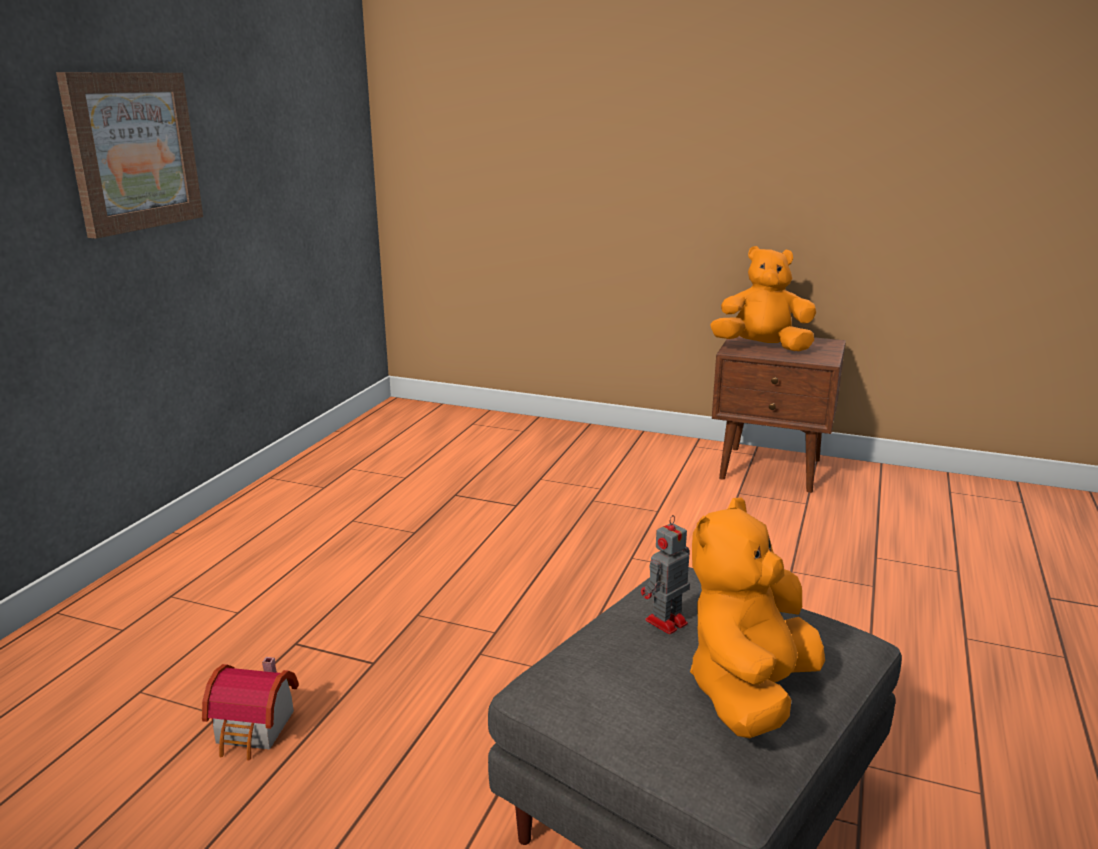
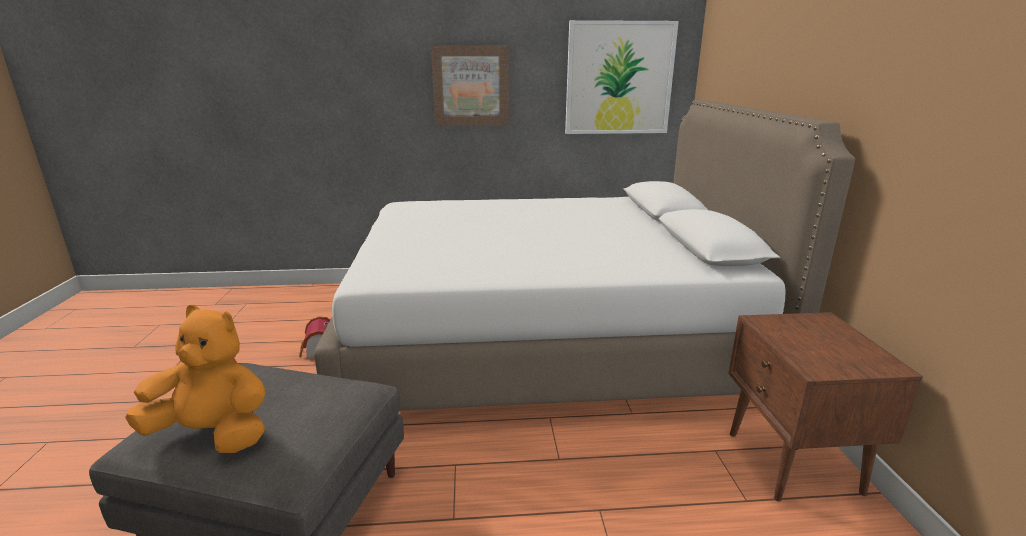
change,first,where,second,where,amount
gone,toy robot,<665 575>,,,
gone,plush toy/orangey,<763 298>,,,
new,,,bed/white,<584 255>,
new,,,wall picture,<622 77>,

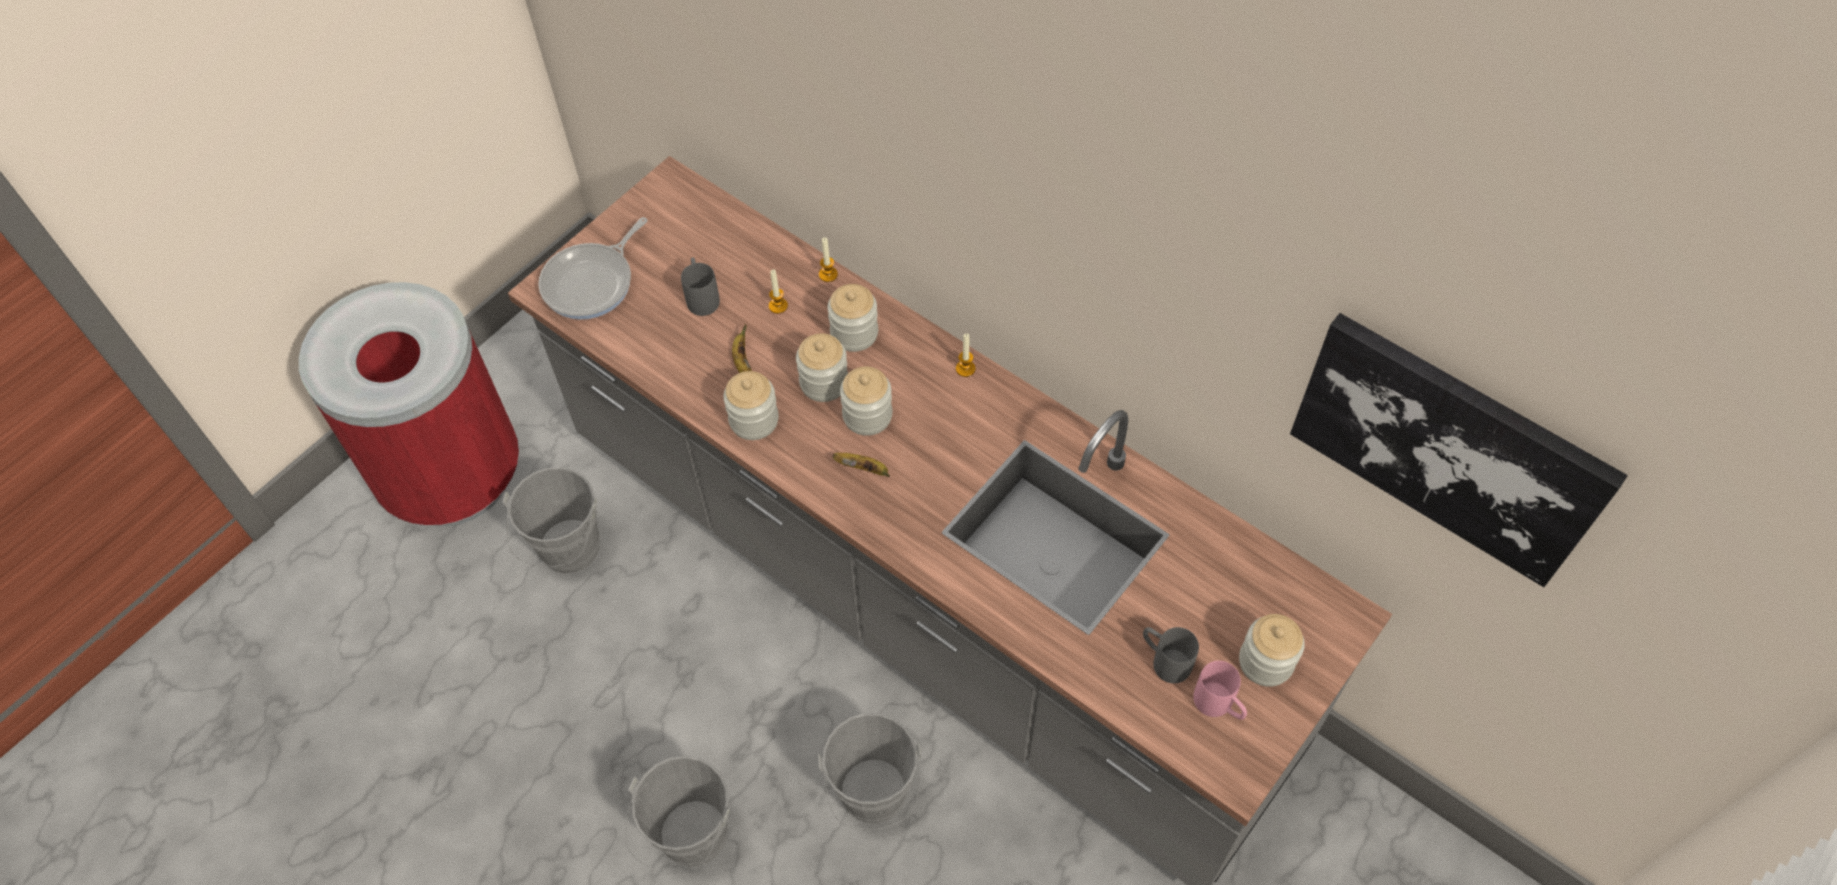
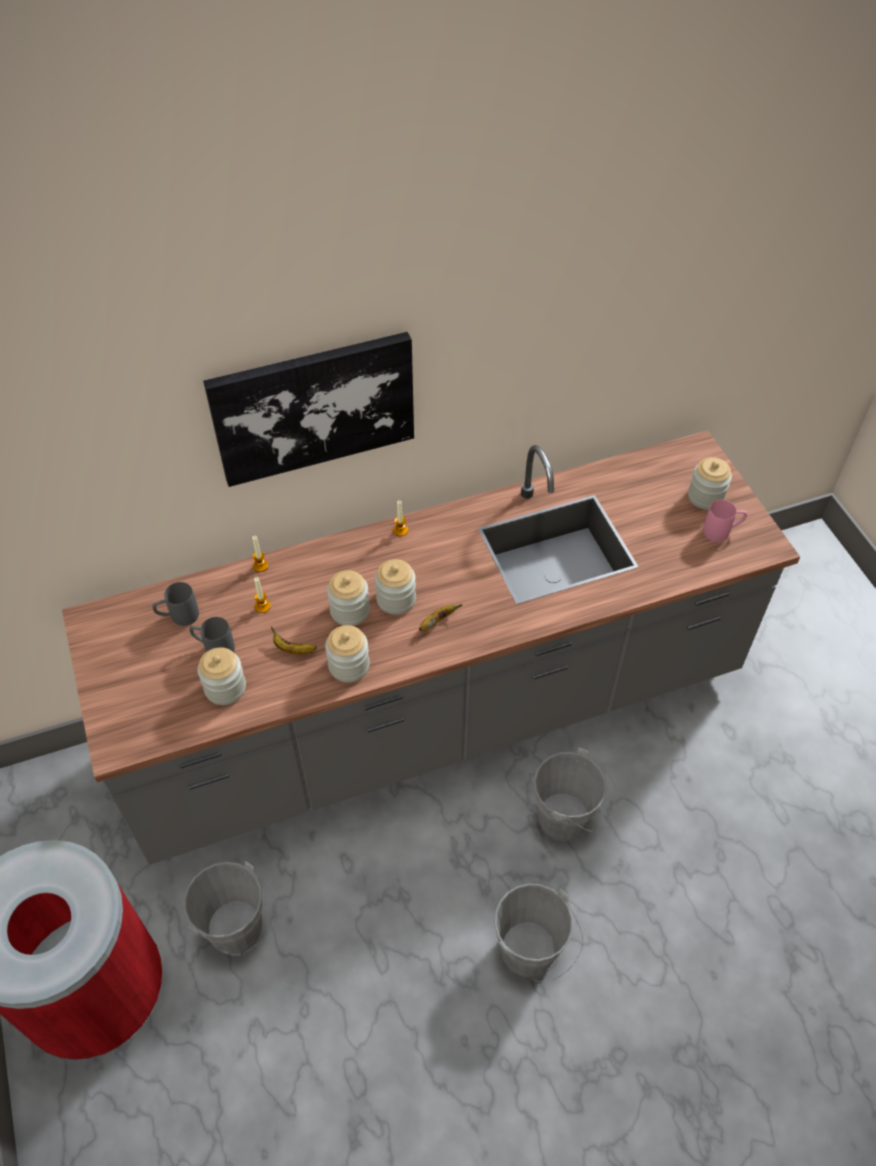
change,first,where,second,where,amount
gone,frying pan,<592 268>,,,
shifted,preserve jar,<852 318>,,<222 676>,
shifted,tea mug/greyish,<1171 655>,,<175 604>,
shifted,wall picture,<1459 450>,,<308 409>,

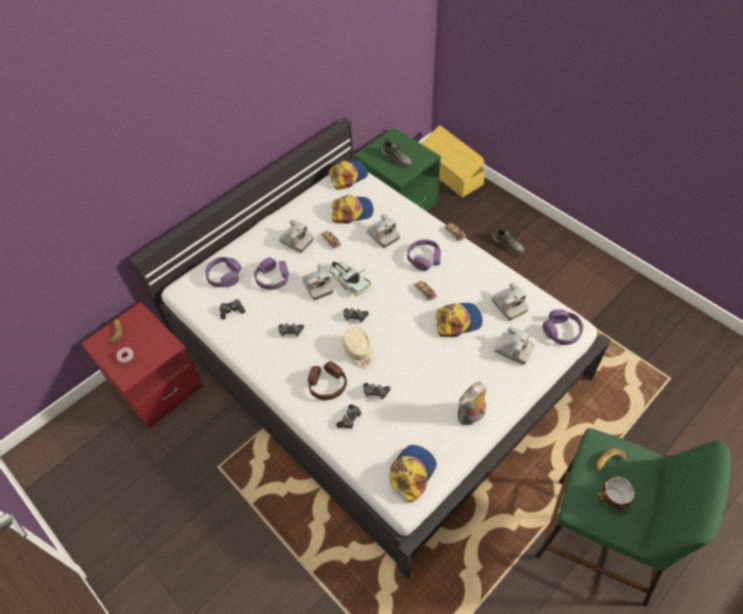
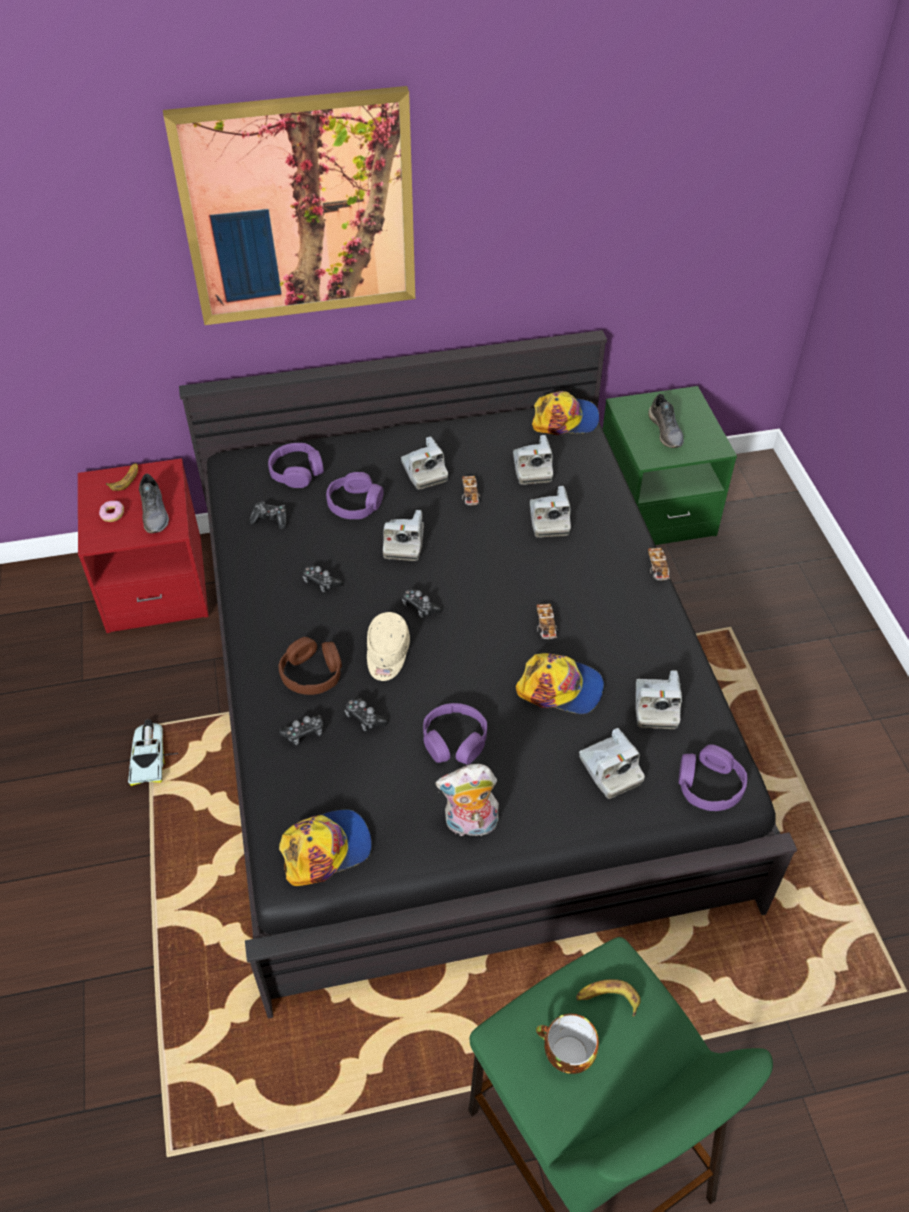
change,first,where,second,where,amount
repainted,bed/white,<370 348>,bed/black-coloured,<488 674>,
shifted,miniature car,<350 279>,,<153 752>,
swapped,cap,<352 209>,still camera,<533 460>,
shifted,pair of headphones/purplish,<424 255>,,<455 733>,
gone,storage bin/yellowish,<453 161>,,,
shifted,low shoe/greyish,<508 240>,,<154 503>,
new,,,wall picture,<289 205>,

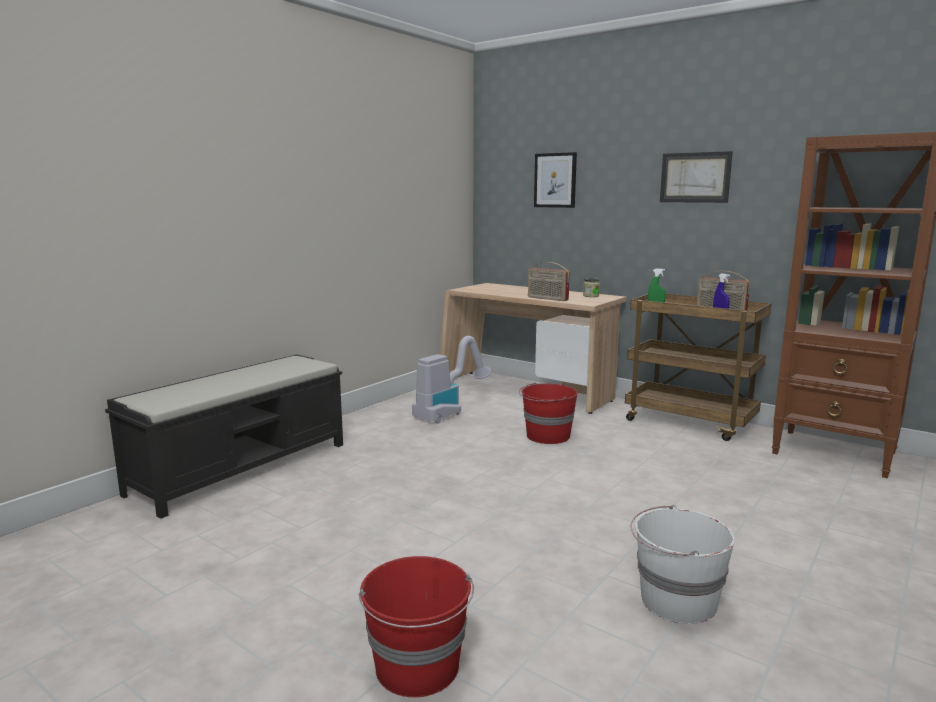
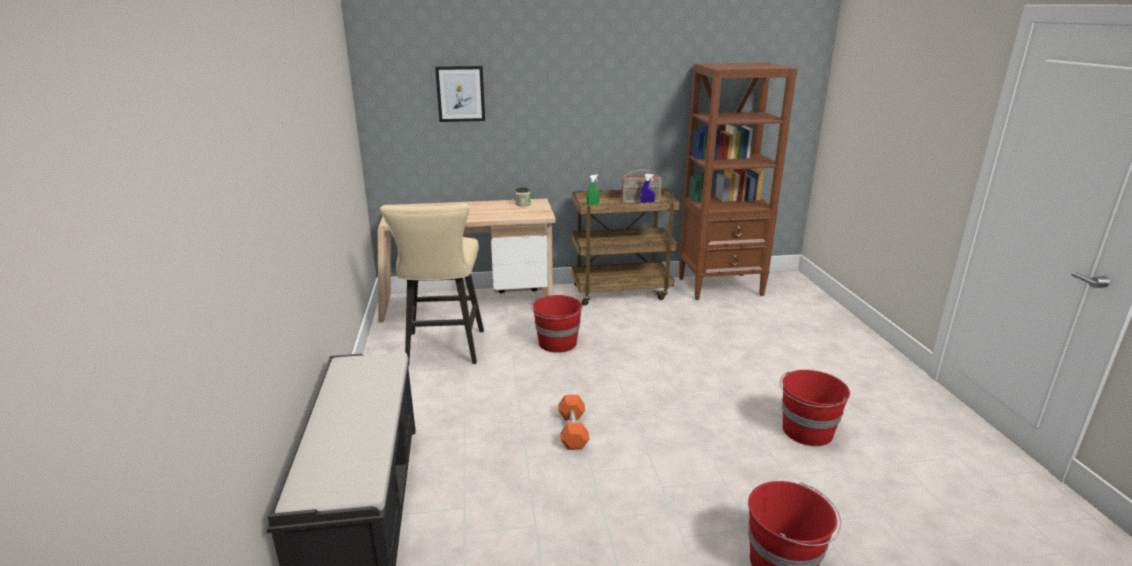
change,first,where,second,where,amount
swapped,vacuum,<451 380>,sitting stool/beige-coloured,<432 283>,
gone,radio receiver,<549 281>,,,
repainted,bucket/white,<683 564>,bucket/red,<815 408>,
gone,wall picture,<696 177>,,,
new,,,dumbbell/orangey,<574 422>,

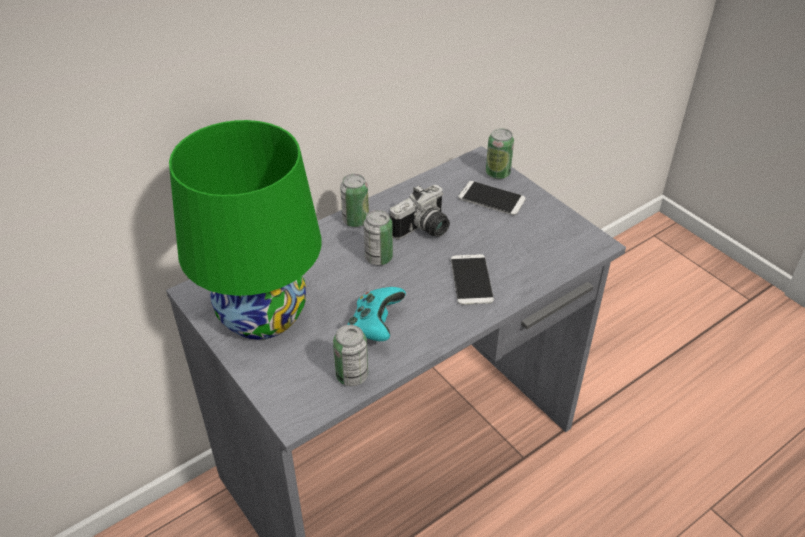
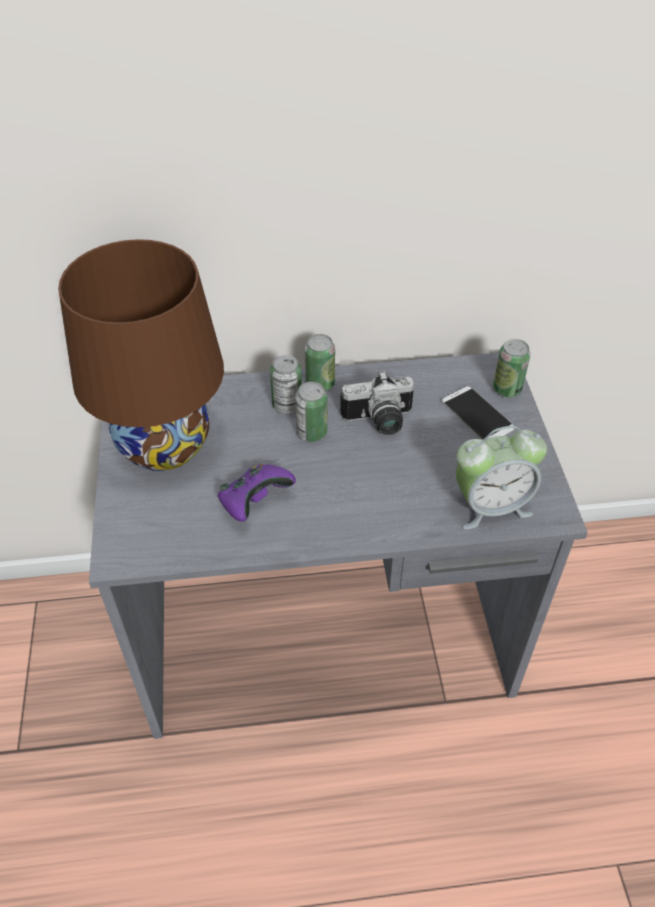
change,first,where,second,where,amount
repainted,table lamp/green-coloured,<245 230>,table lamp/brown-coloured,<141 355>,
shifted,can,<350 355>,,<286 384>,
repainted,game controller/turquoise,<376 314>,game controller/purplish,<257 493>,
gone,handset,<472 279>,,,
new,,,alarm clock,<501 477>,

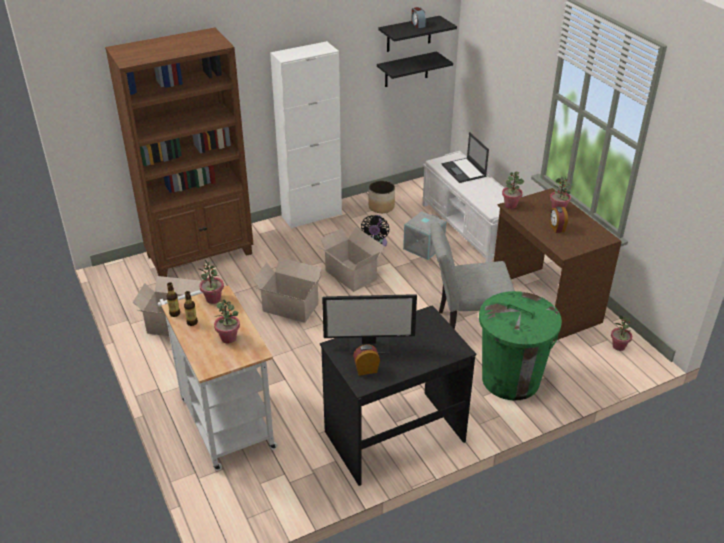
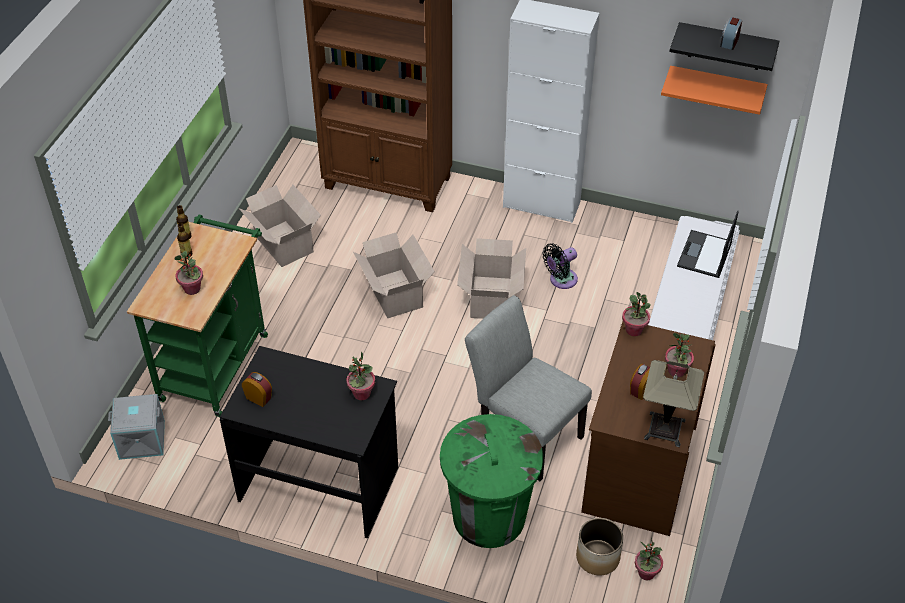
change,first,where,second,where,amount
repainted,wheeled cart/white,<218 378>,wheeled cart/green-coloured,<197 315>,
shifted,potted plant,<211 282>,,<360 376>,
gone,computer screen,<369 324>,,,
shifted,flower pot,<382 197>,,<599 547>,
repainted,wall shelf/black-coloured,<415 69>,wall shelf/orangey,<714 90>,
shifted,storage bin/greyish,<424 235>,,<136 427>,
new,,,table lamp,<673 403>,

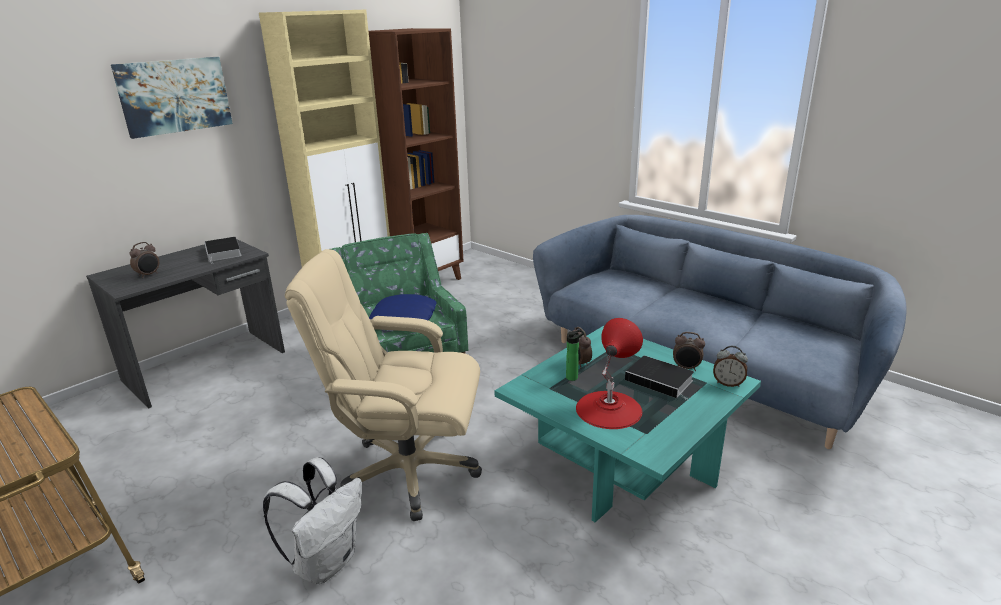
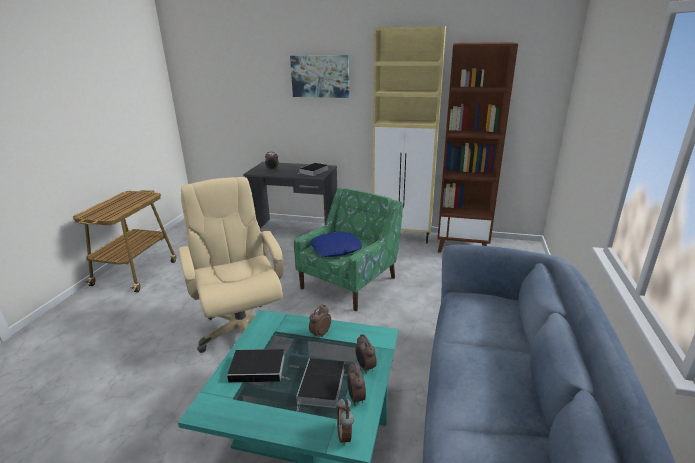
change,first,where,second,where,amount
gone,knapsack/white,<312 520>,,,
gone,beverage bottle,<575 355>,,,
swapped,table lamp/red,<609 373>,volume,<259 365>,
new,,,alarm clock,<366 354>,

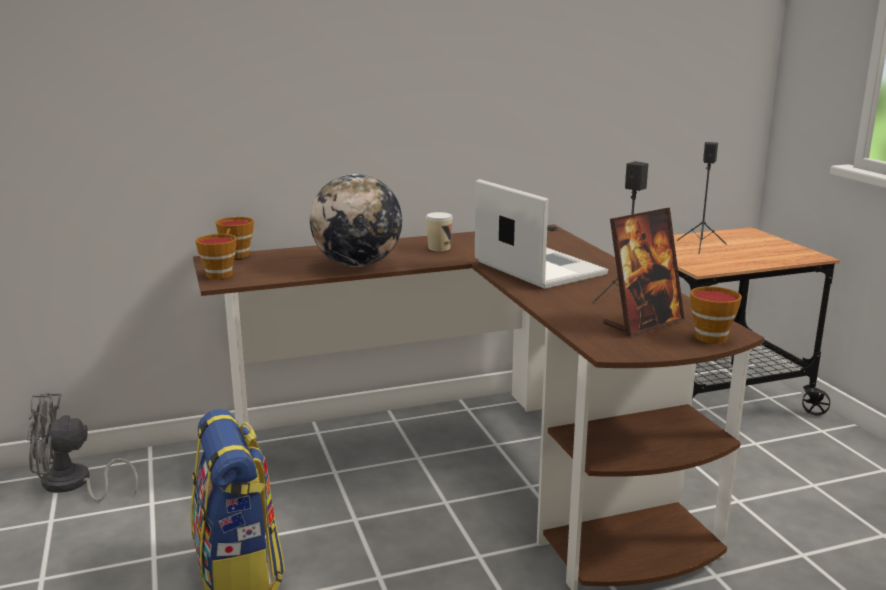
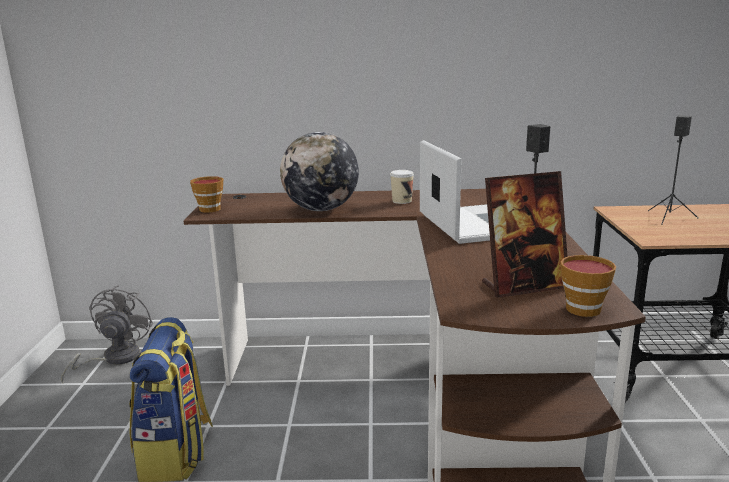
change,first,where,second,where,amount
rotated,fan/greyish,<82 447>,,<107 334>,90 degrees clockwise
gone,drinking cup,<234 238>,,,

